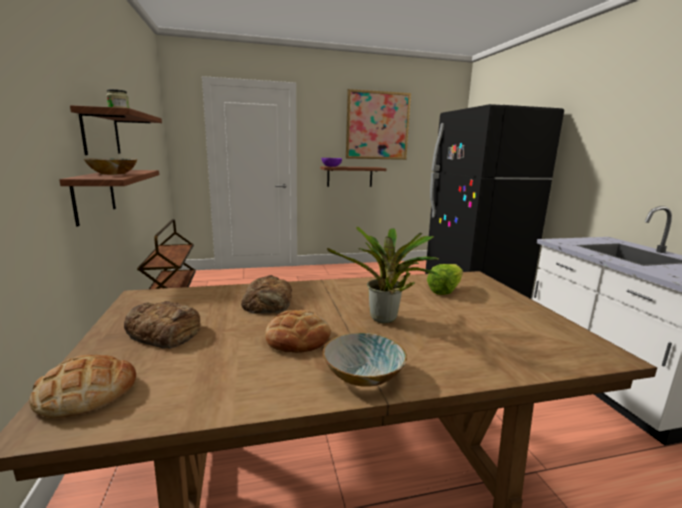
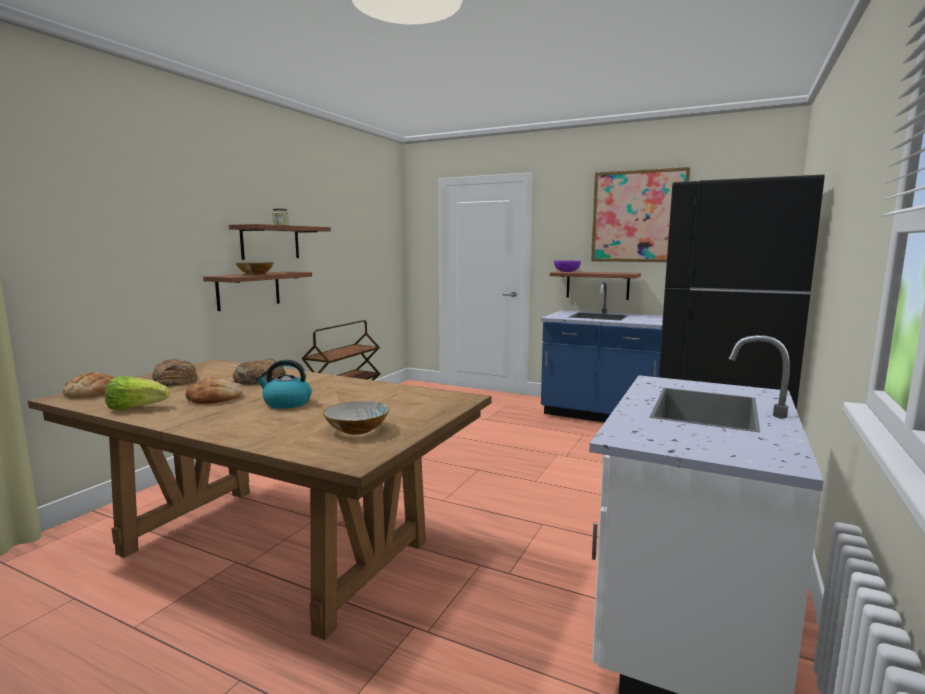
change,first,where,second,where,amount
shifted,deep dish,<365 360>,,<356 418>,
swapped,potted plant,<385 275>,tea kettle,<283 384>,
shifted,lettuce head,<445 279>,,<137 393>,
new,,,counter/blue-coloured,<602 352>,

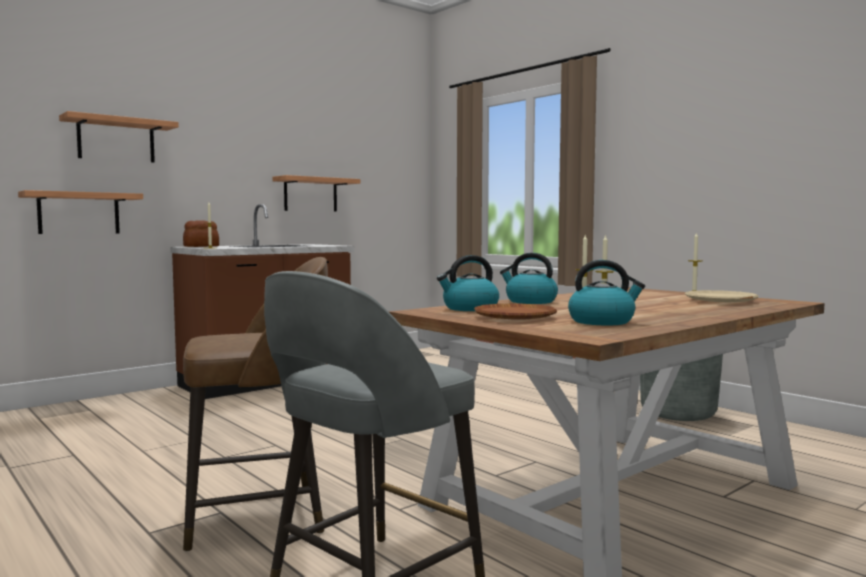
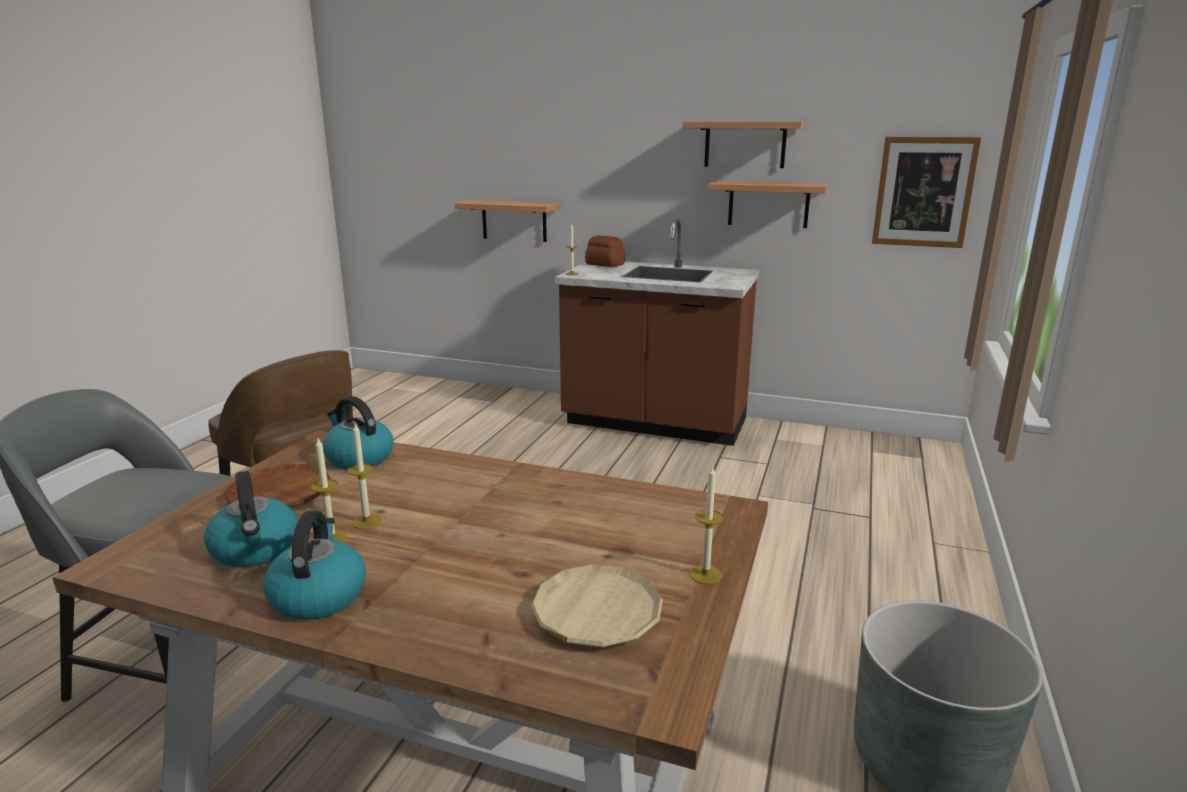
change,first,where,second,where,amount
shifted,wall shelf,<119 137>,,<744 145>,
shifted,tea kettle,<529 278>,,<314 565>,
new,,,wall picture,<926 192>,

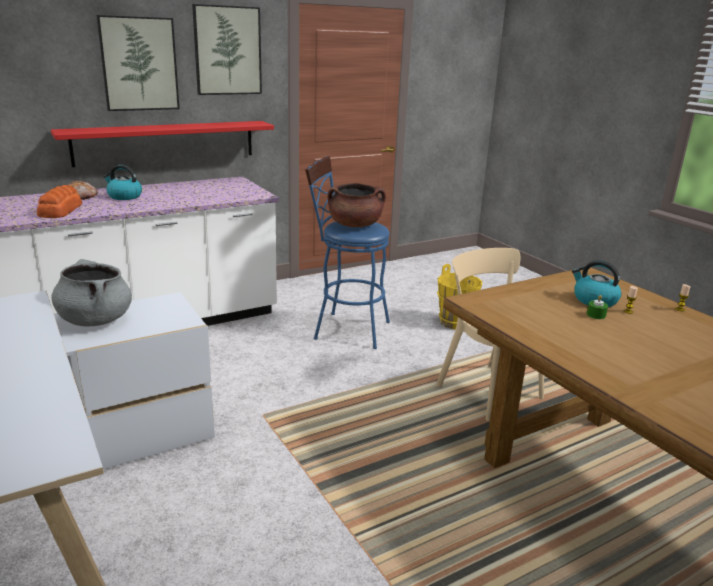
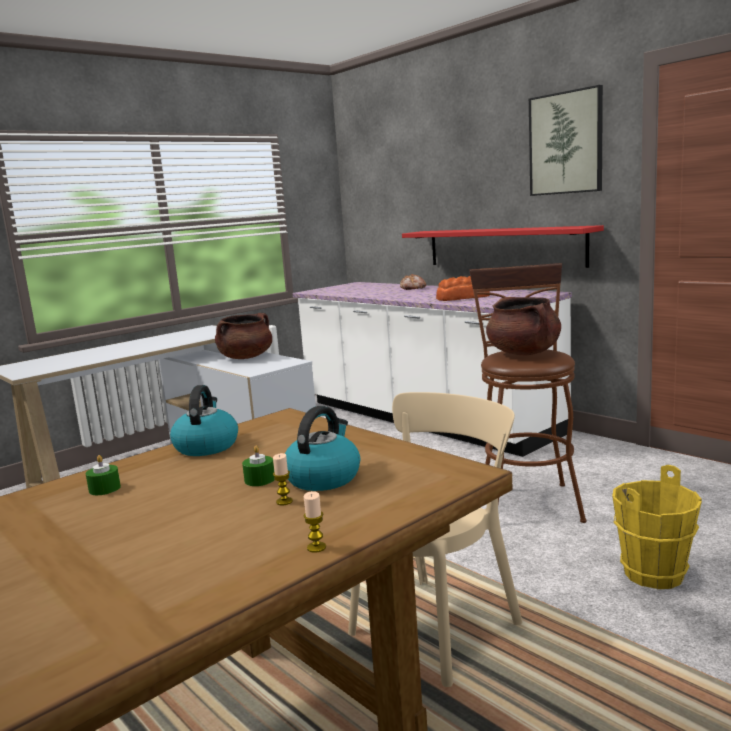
change,first,where,second,where,amount
shifted,bread,<59 201>,,<463 288>,
repainted,saucepot/greyish,<91 293>,saucepot/brown-coloured,<243 336>,
gone,wall picture,<138 63>,,,
shifted,tea kettle,<122 182>,,<204 420>,
repainted,sitting stool/blue-coloured,<347 252>,sitting stool/brown-coloured,<527 393>,
new,,,candle/green-coloured,<103 475>,

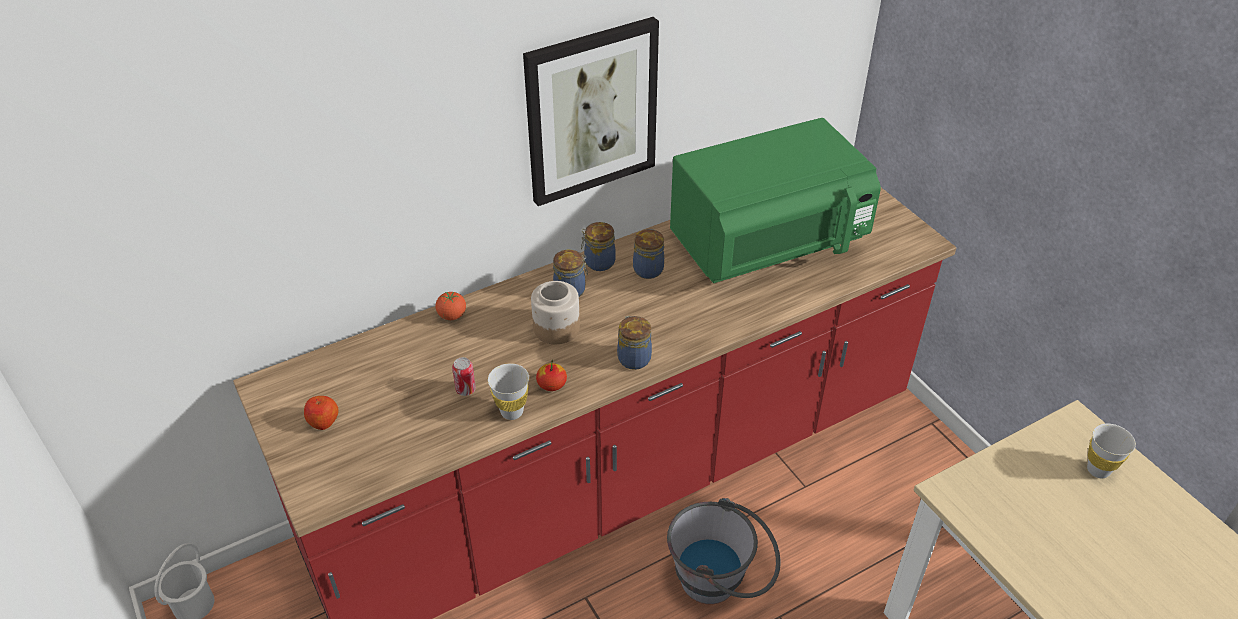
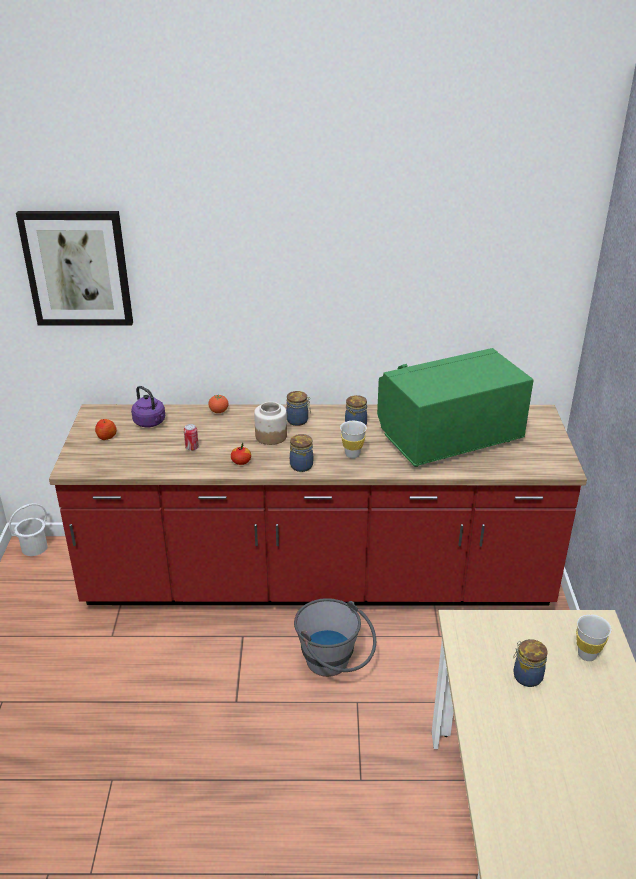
change,first,where,second,where,amount
shifted,drinking cup/white,<508 391>,,<353 439>,
shifted,wall picture,<591 111>,,<74 268>,
shifted,preserve jar,<598 246>,,<530 663>,
rotated,microwave/green-coloured,<775 200>,,<455 407>,150 degrees clockwise
new,,,tea kettle/purplish,<148 406>,

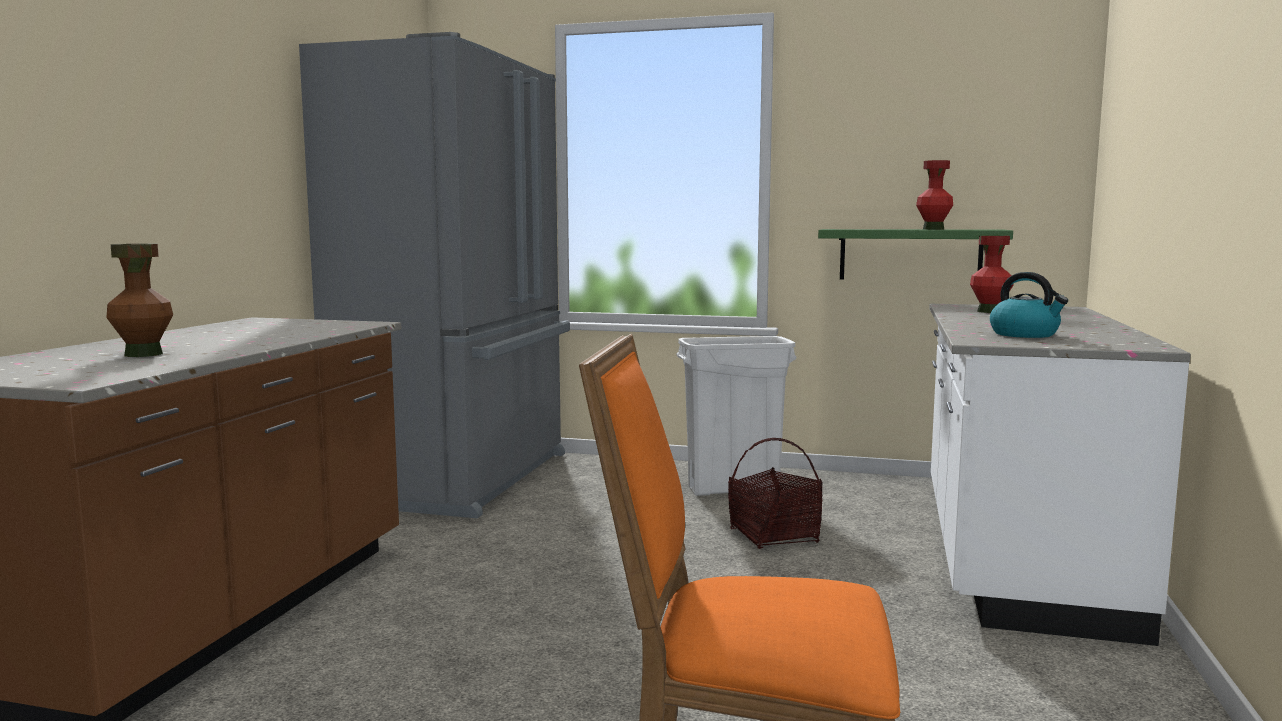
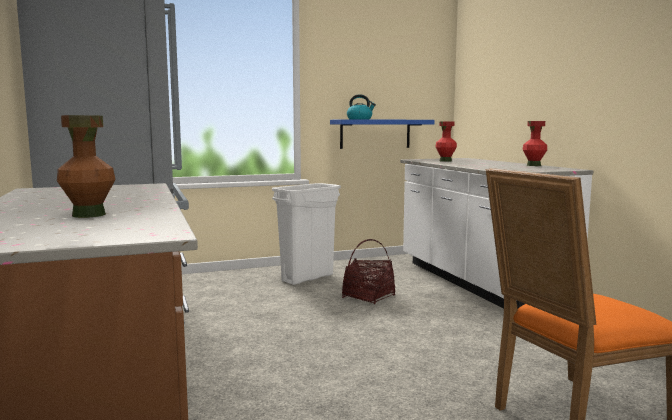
change,first,where,second,where,amount
repainted,wall shelf/green-coloured,<915 254>,wall shelf/blue-coloured,<382 134>,
shifted,flower vase/red,<934 195>,,<534 143>,
shifted,tea kettle,<1029 305>,,<361 106>,

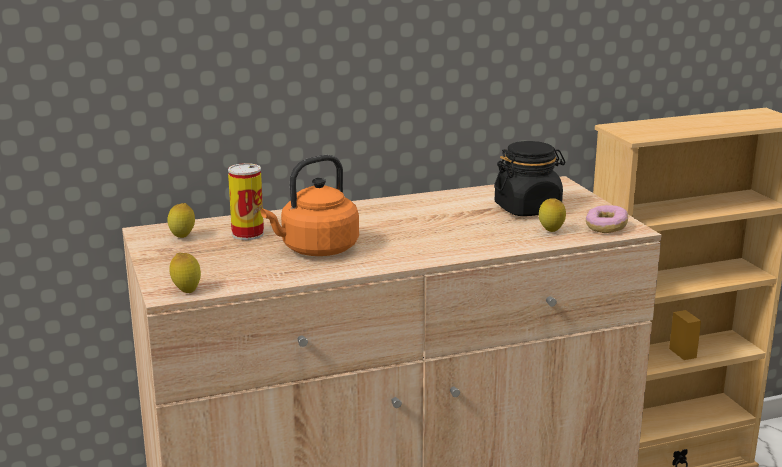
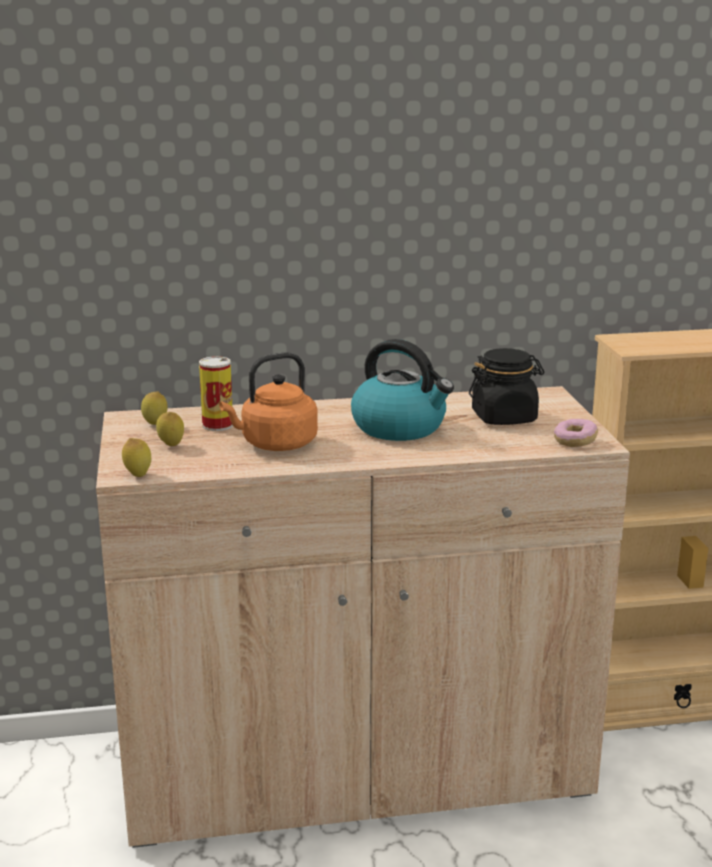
change,first,where,second,where,amount
shifted,lemon,<552 215>,,<170 429>,
new,,,tea kettle,<402 390>,

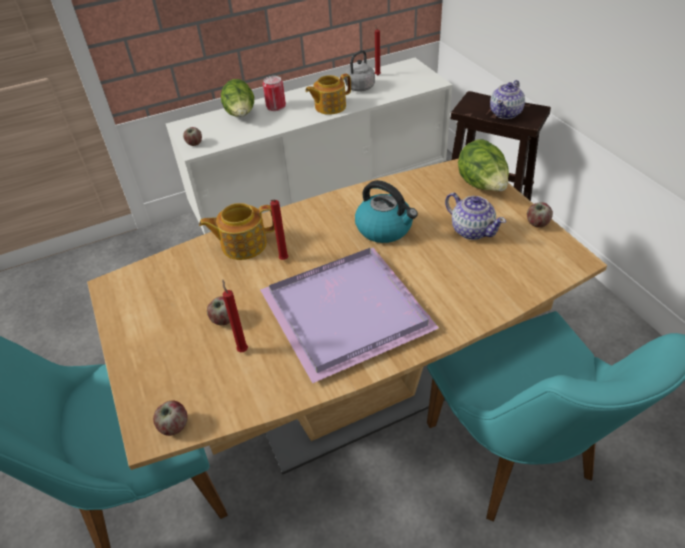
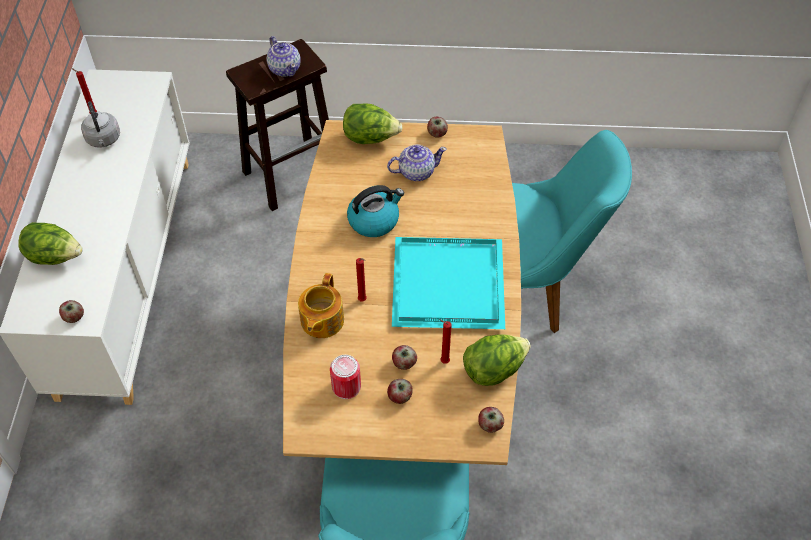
change,first,where,second,where,amount
repainted,tray/purplish,<349 315>,tray/turquoise,<448 283>,
shifted,can,<274 93>,,<345 377>,
gone,tea pot,<328 94>,,,
new,,,apple fruit,<400 391>,
new,,,lettuce head,<497 360>,

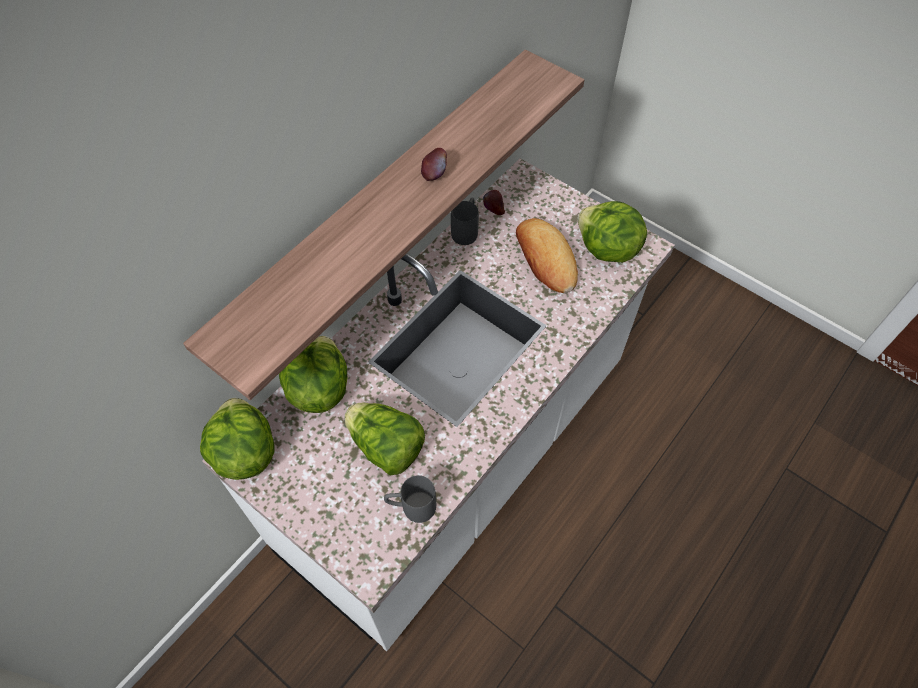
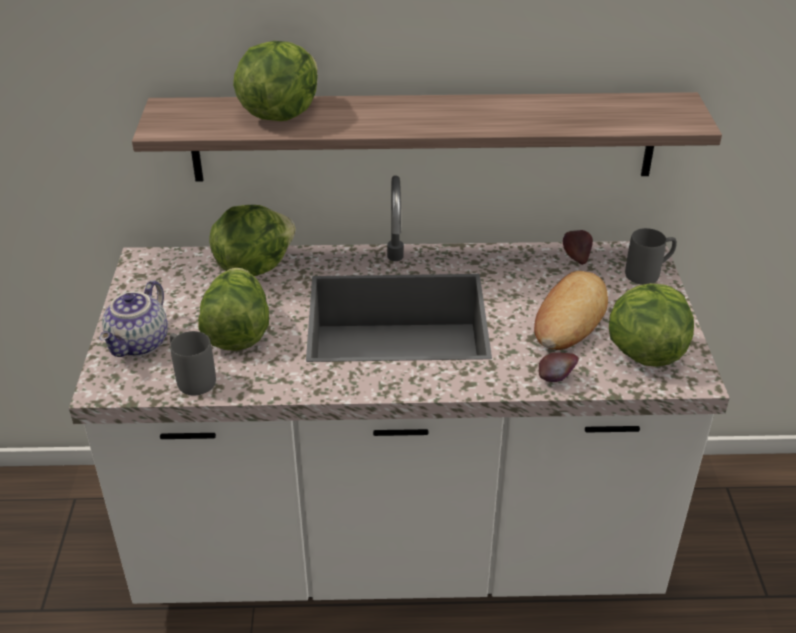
change,first,where,second,where,amount
shifted,lettuce head,<237 439>,,<275 81>,
shifted,apple fruit,<434 164>,,<558 367>,
shifted,tea mug/greyish,<465 221>,,<651 256>,
new,,,tea pot,<133 318>,

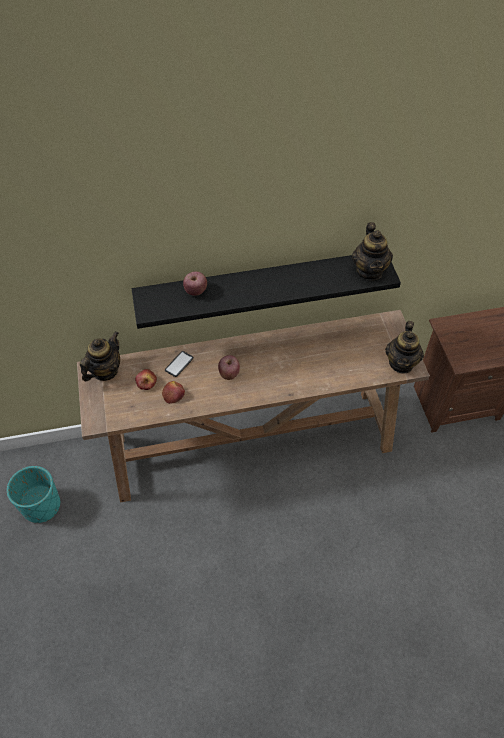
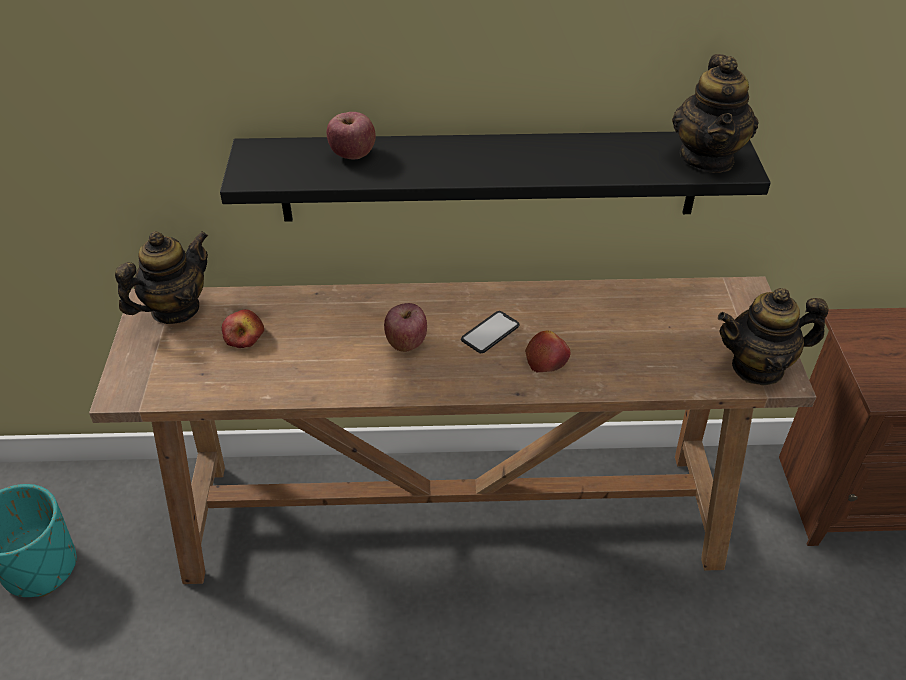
change,first,where,second,where,amount
shifted,apple fruit,<173 392>,,<548 351>,
shifted,handset,<179 364>,,<490 332>,
rotated,tea pot,<404 347>,,<773 336>,60 degrees clockwise

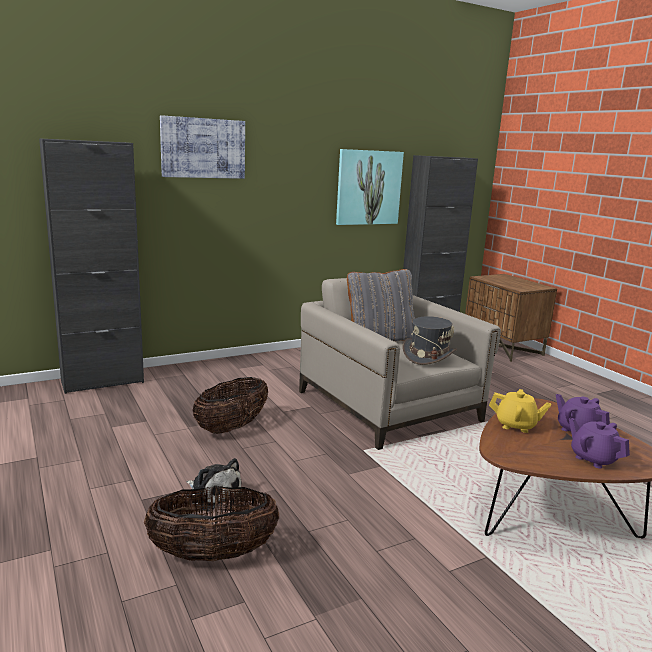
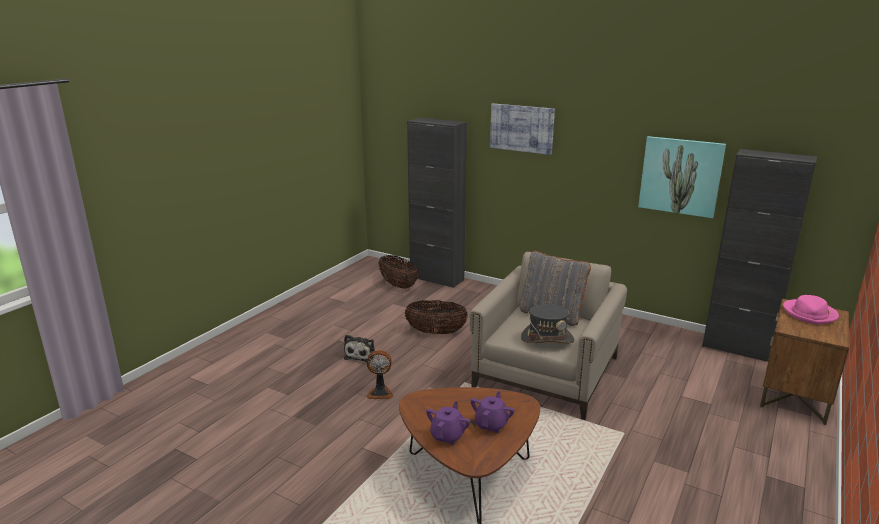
change,first,where,second,where,amount
shifted,household basket,<211 523>,,<398 272>,
gone,tea pot/yellowish,<520 411>,,,
new,,,fan,<379 374>,
new,,,wearable hat/pink,<811 310>,

